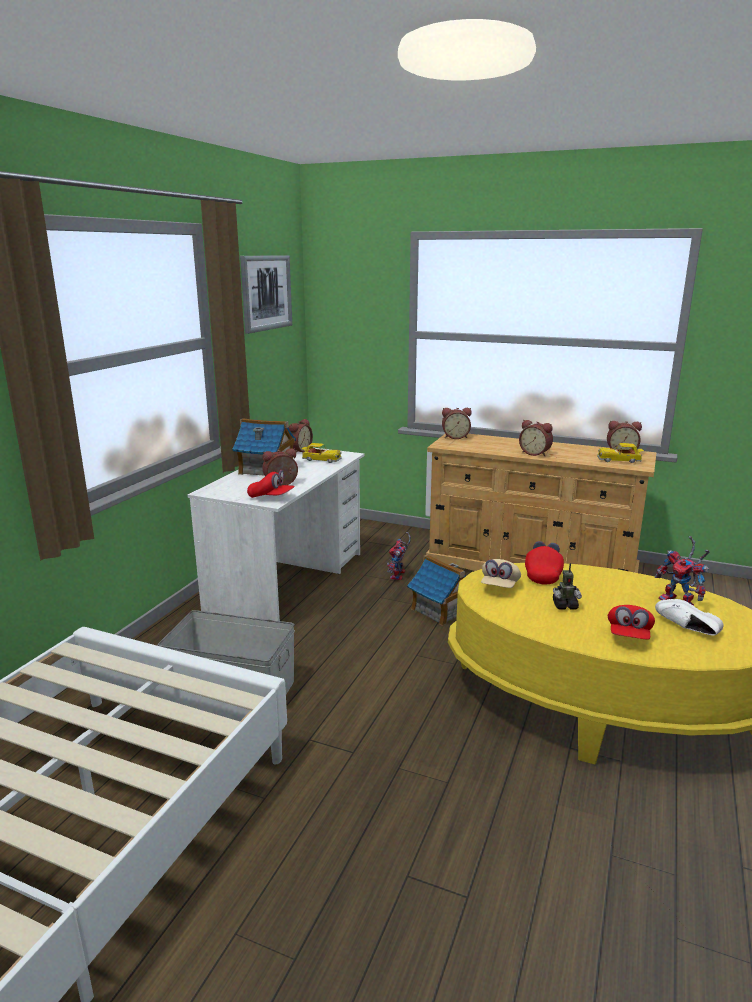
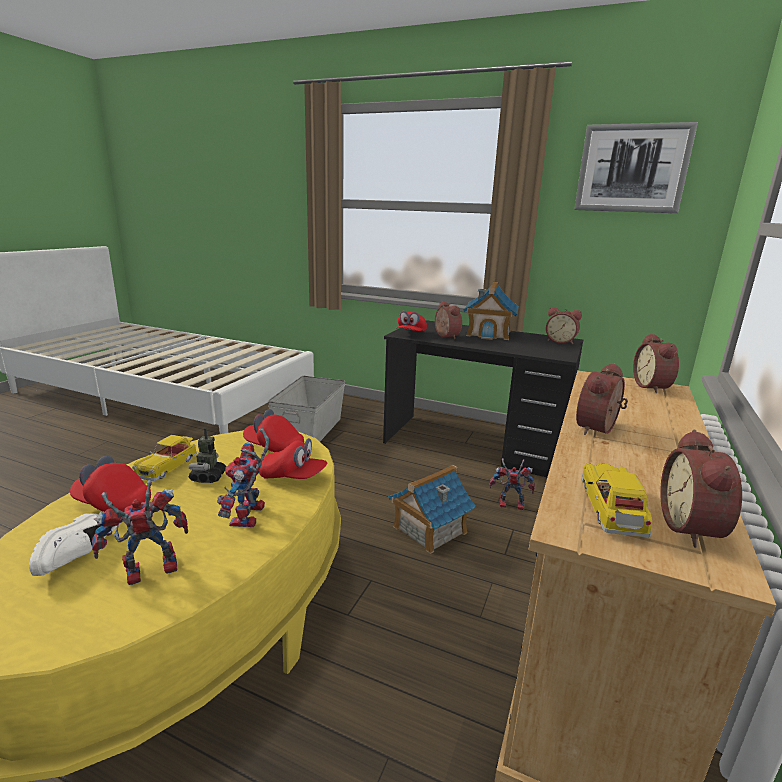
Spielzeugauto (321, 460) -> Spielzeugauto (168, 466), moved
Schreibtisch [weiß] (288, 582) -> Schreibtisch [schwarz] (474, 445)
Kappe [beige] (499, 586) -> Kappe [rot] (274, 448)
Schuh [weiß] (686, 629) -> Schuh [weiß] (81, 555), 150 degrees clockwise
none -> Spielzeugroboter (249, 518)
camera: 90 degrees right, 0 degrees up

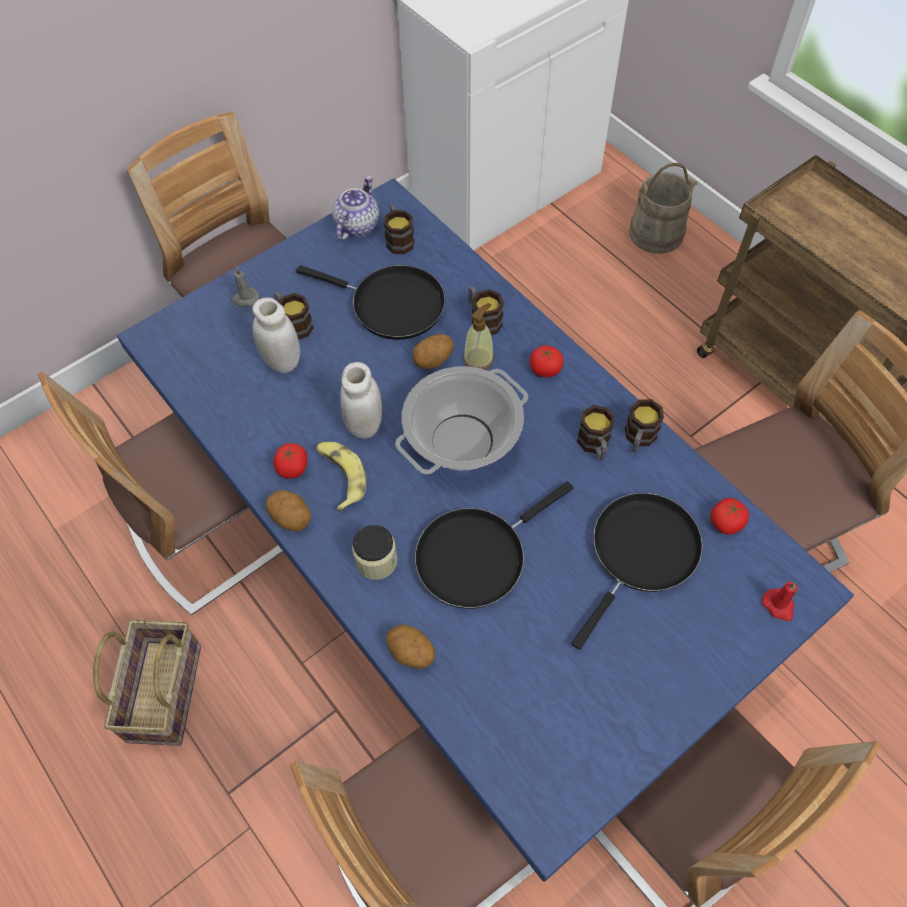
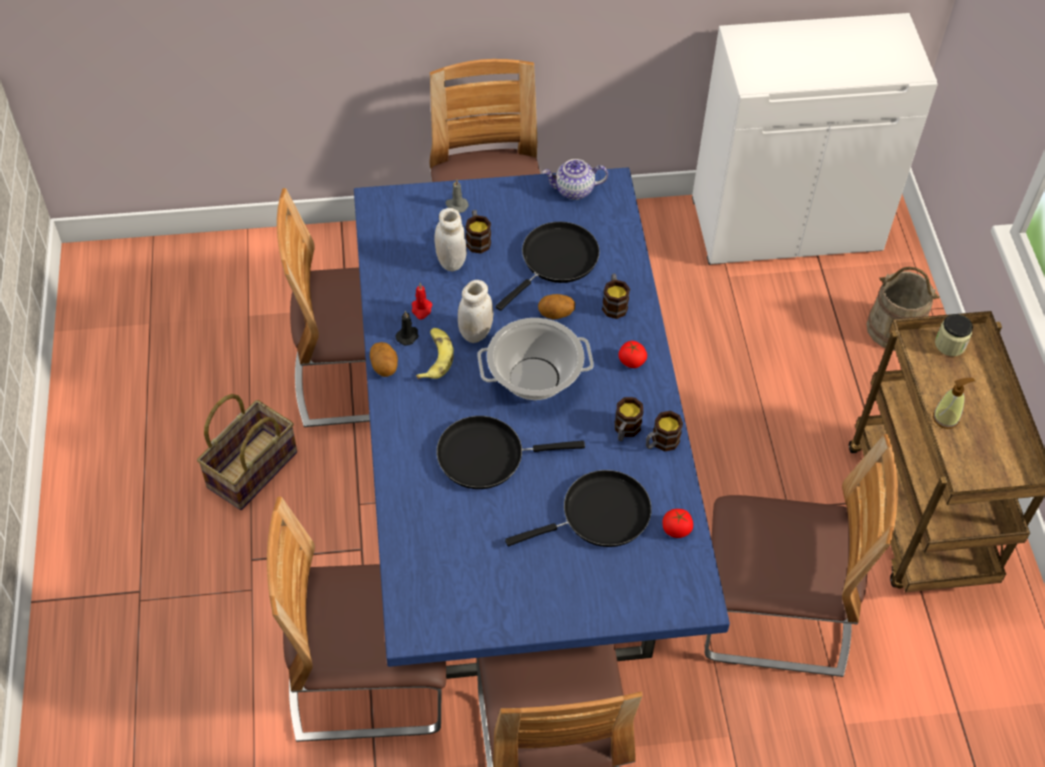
Teekanne (357, 225) -> Teekanne (574, 190), 150 degrees counterclockwise
Henkelbecher (398, 239) -> none
Pfanne [schwarz] (392, 305) -> Pfanne [schwarz] (556, 260), 105 degrees counterclockwise
Seifenspender (478, 359) -> Seifenspender (946, 418), moved
Tomate (293, 468) -> Kerze [schwarz] (408, 336)
Vorratsglas (376, 561) -> Vorratsglas (950, 344), moved
Kerze [rot] (779, 606) -> Kerze [rot] (421, 309), moved
Kartoffel (410, 653) -> none
camera: 30 degrees right, 5 degrees down

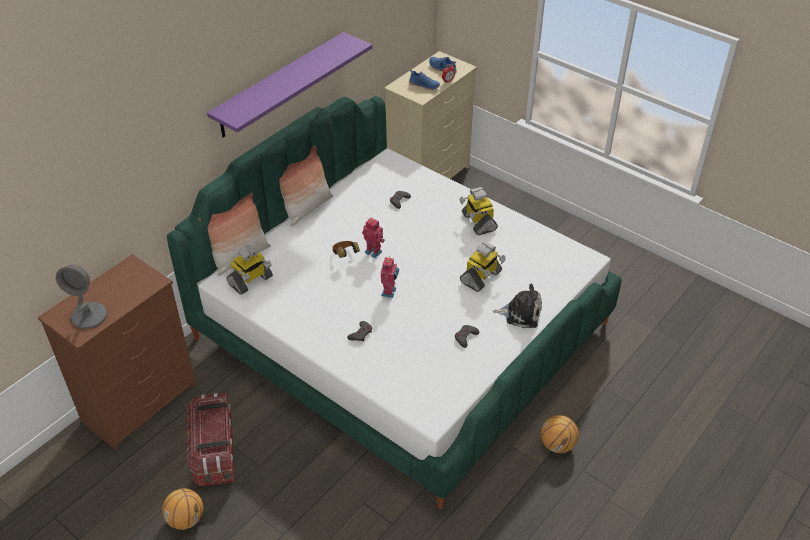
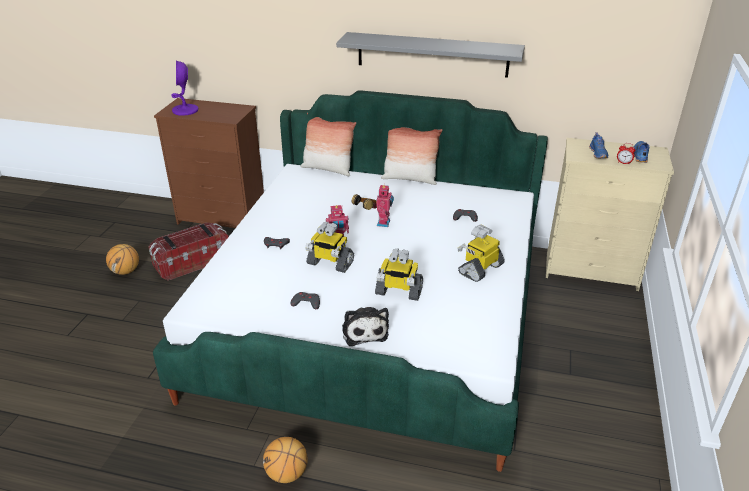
Wandregal [lila] (280, 85) -> Wandregal [grau] (432, 54)
Spielzeugroboter (250, 281) -> Spielzeugroboter (329, 263), moved
Tischlampe [grau] (89, 316) -> Tischlampe [lila] (185, 110)
camera: 65 degrees right, 10 degrees down

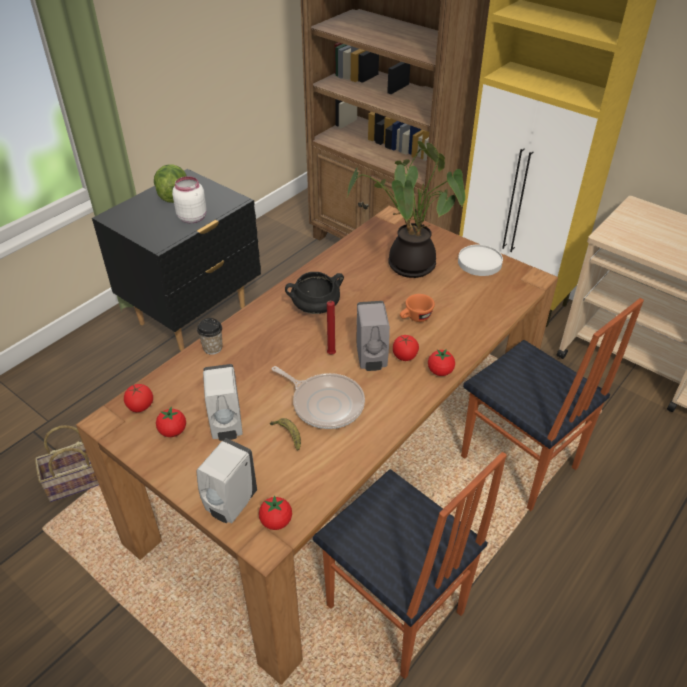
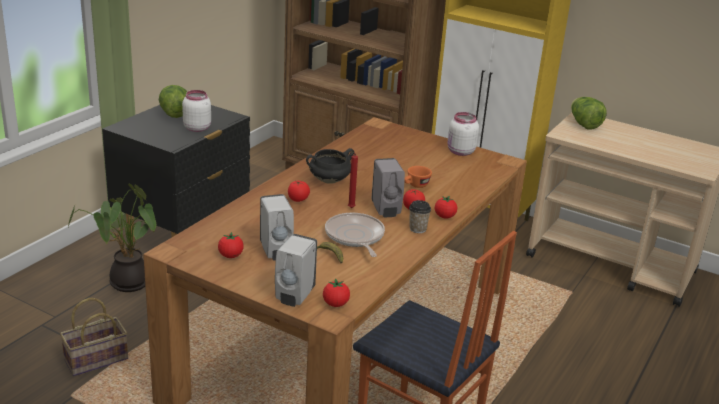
Topfpflanze (407, 266) -> Topfpflanze (126, 283), moved
Teller [weiß] (479, 262) -> Vorratsglas [weiß] (460, 152)
Stuhl (518, 464) -> none
Tasse (212, 348) -> Tasse (417, 229), moved
Pfanne (325, 403) -> Pfanne (355, 237), 135 degrees counterclockwise
Tomate (140, 406) -> Tomate (298, 199), moved
none -> Salatkopf (584, 124)
camera: 10 degrees left, 15 degrees down

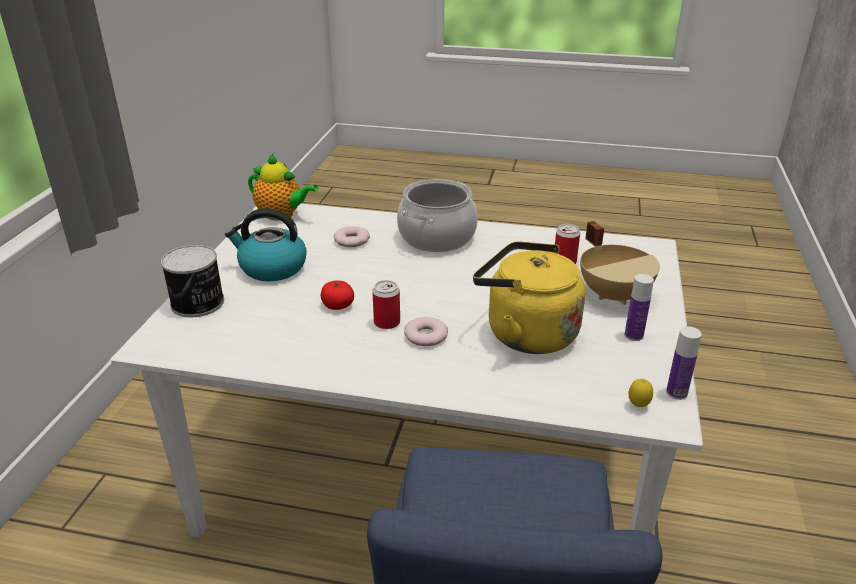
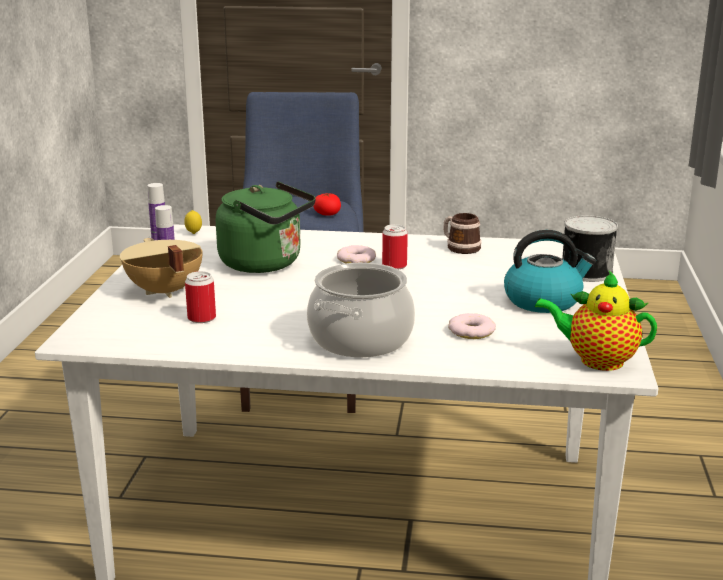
Wasserkessel [gelb] (526, 333) -> Wasserkessel [grün] (266, 264)
Tomate (337, 305) -> Tomate (327, 214), moved
none -> Henkelbecher (460, 247)
camera: 175 degrees right, 10 degrees down

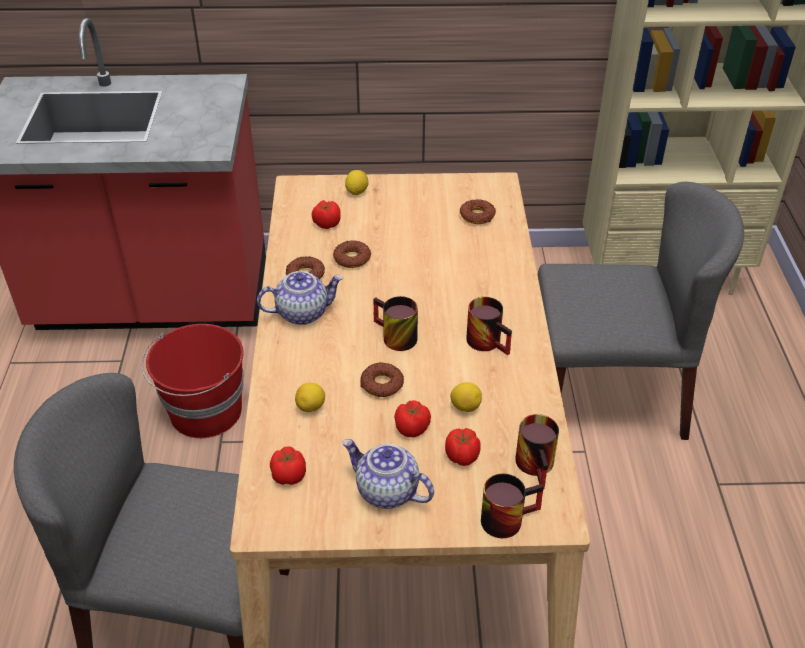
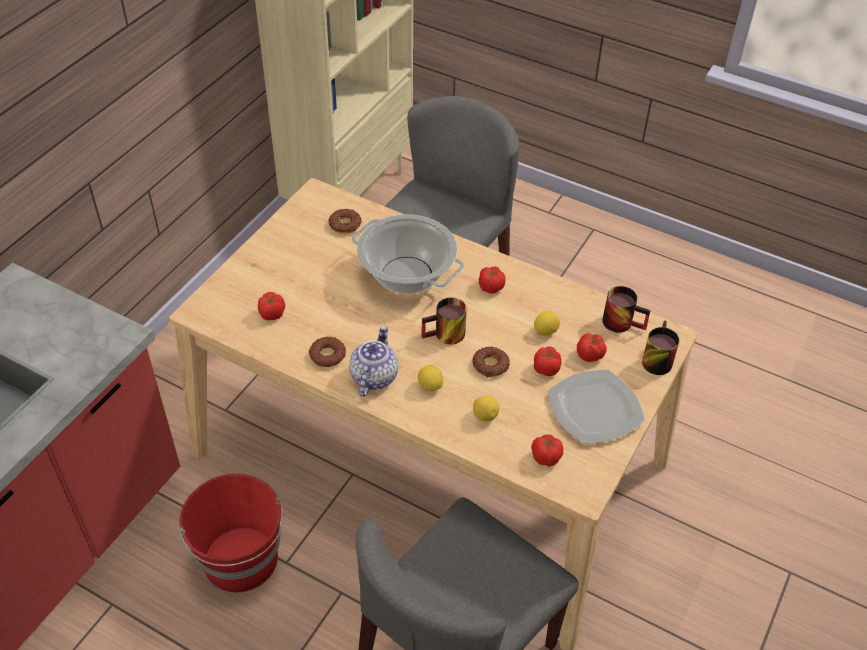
Zitrone (357, 192) -> Zitrone (430, 386), moved
Donut (352, 258) -> none
Henkelbecher (490, 341) -> Tomate (490, 287)
Teekanne (386, 491) -> Teller (596, 409)
none -> Kochtopf (407, 275)
camera: 60 degrees left, 5 degrees up

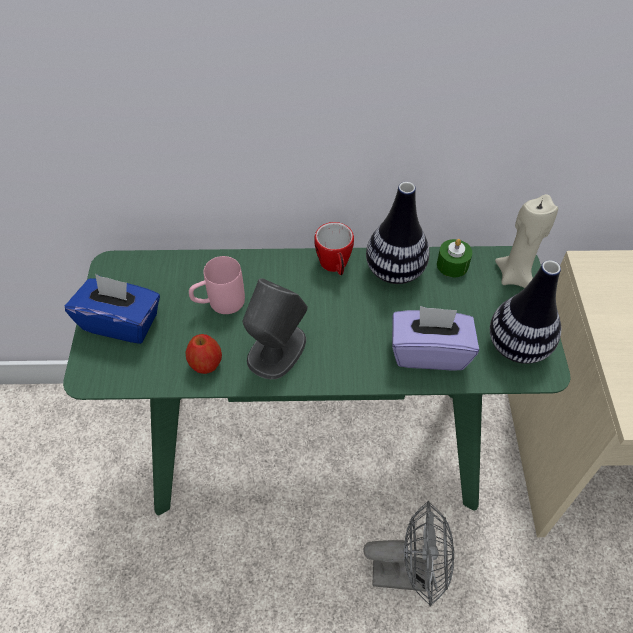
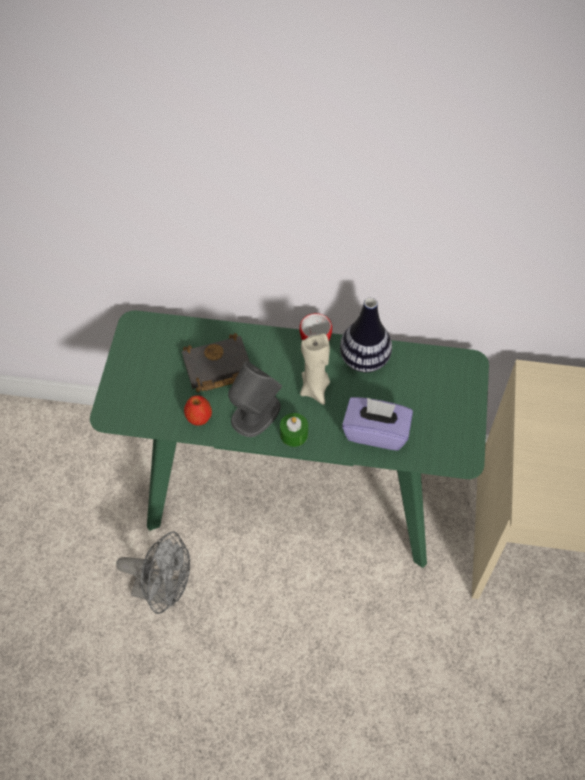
Kerze [beige] (515, 276) -> Kerze [beige] (315, 389), moved
Kerze [grün] (452, 265) -> Kerze [grün] (294, 434), moved
Henkelbecher [rosa] (219, 303) -> Buch [schwarz] (216, 368)
Vase (517, 346) -> none
Taschentuchbox [blau] (121, 322) -> none
Ventilator [grau] (408, 573) -> Ventilator [grau] (164, 590), moved
camera: 10 degrees right, 5 degrees up

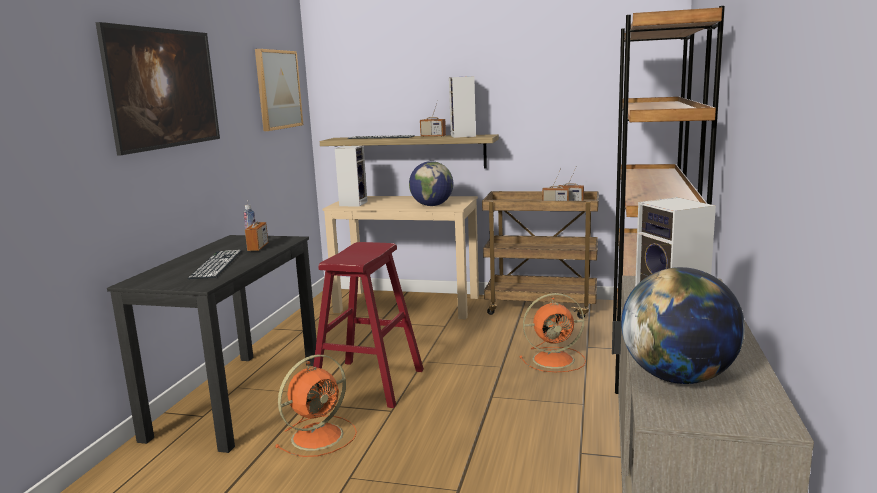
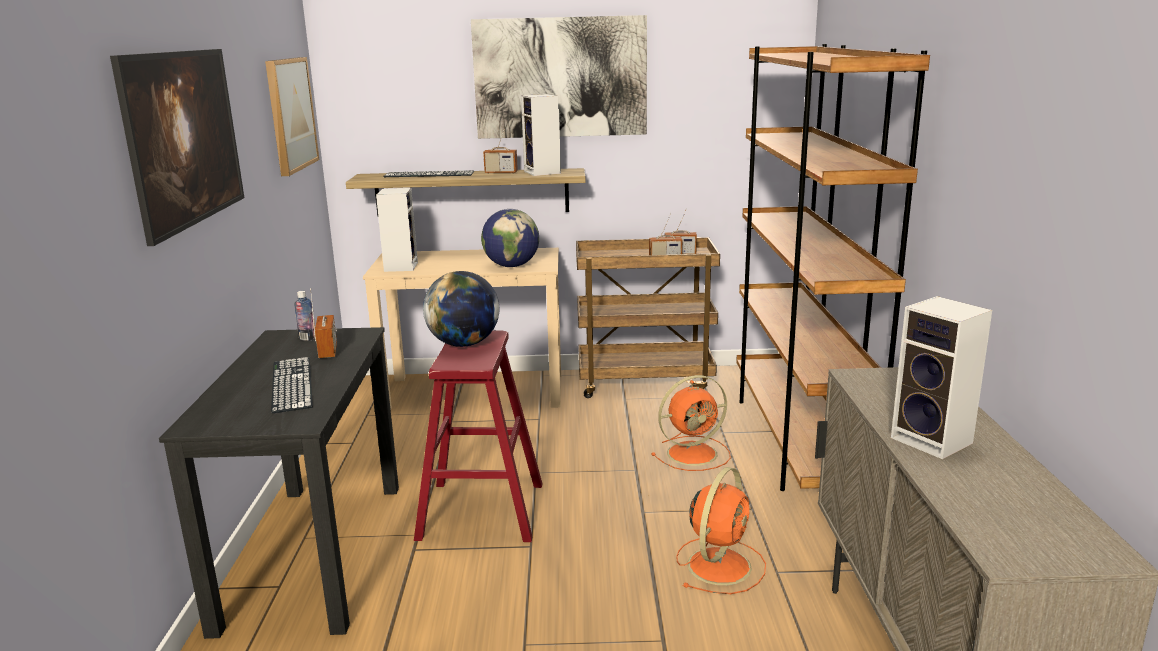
Globus (678, 377) -> Globus (464, 344), moved
Ventilator [orange] (319, 435) -> Ventilator [orange] (720, 564), moved
none -> Bild (560, 78)
camera: 15 degrees left, 5 degrees up

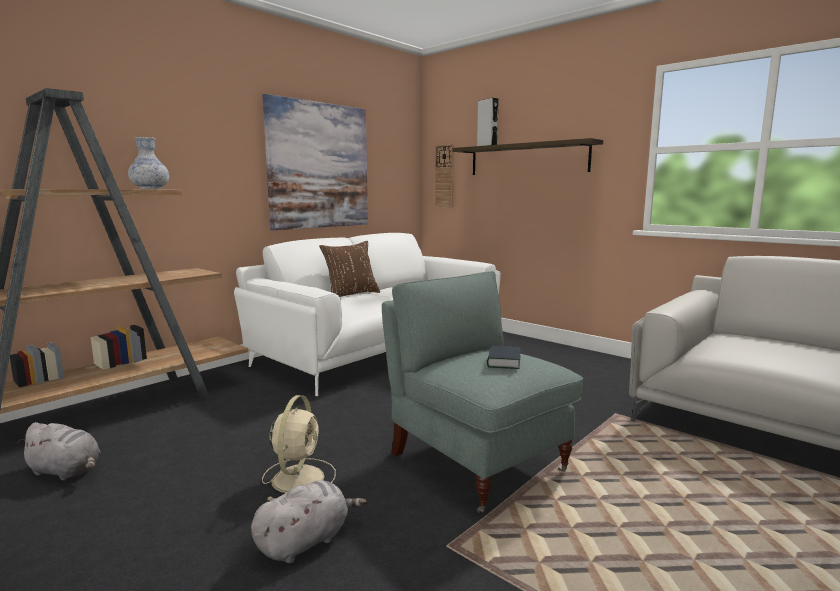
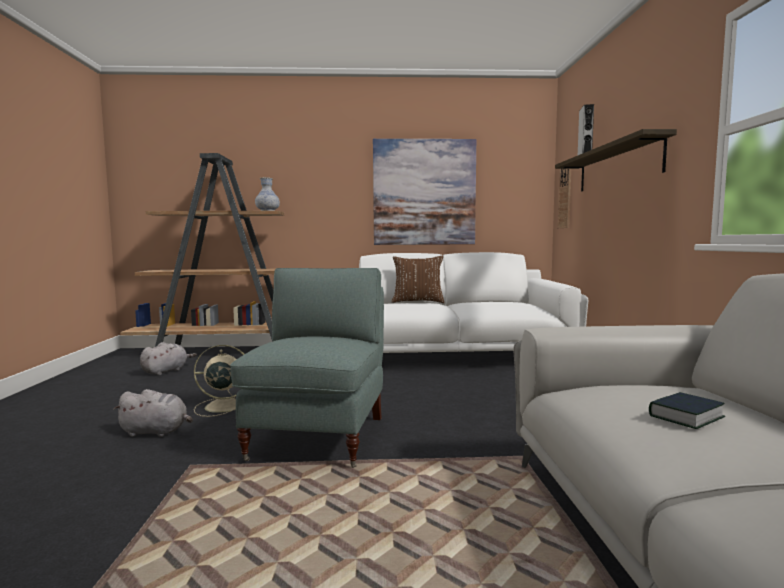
Buch (503, 362) -> Buch (685, 417), moved
Ventilator [beige] (299, 477) -> Ventilator [beige] (222, 406), 150 degrees counterclockwise
Plüschtier [grau] (66, 471) -> Plüschtier [grau] (166, 371), 120 degrees counterclockwise
camera: 45 degrees right, 5 degrees down

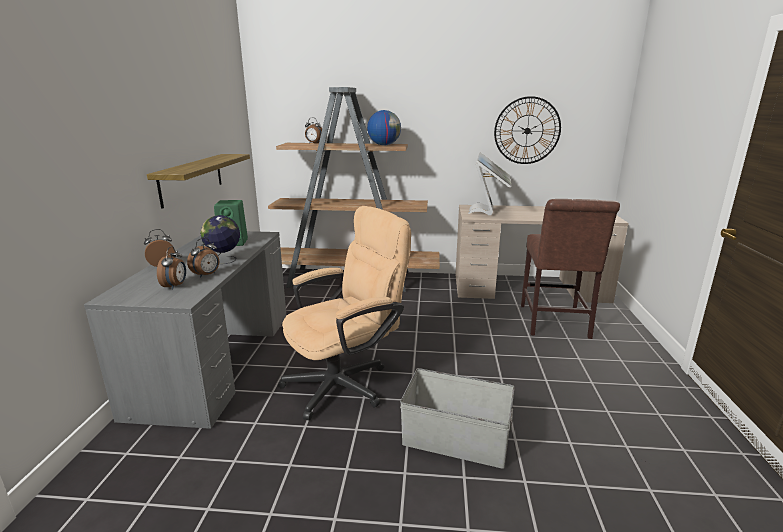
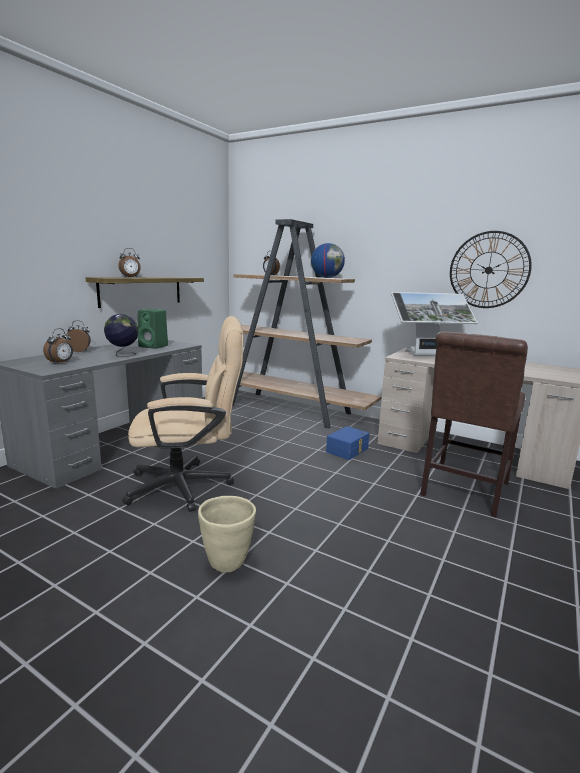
Monitor (489, 212) -> Monitor (426, 356), 45 degrees clockwise
Wecker (207, 275) -> Wecker (130, 277), moved
Aufbewahrungsbox [grau] (455, 439) -> Pflanzkübel [beige] (227, 562)
none -> Aufbewahrungsbox [blau] (348, 450)
camera: 25 degrees right, 5 degrees down

